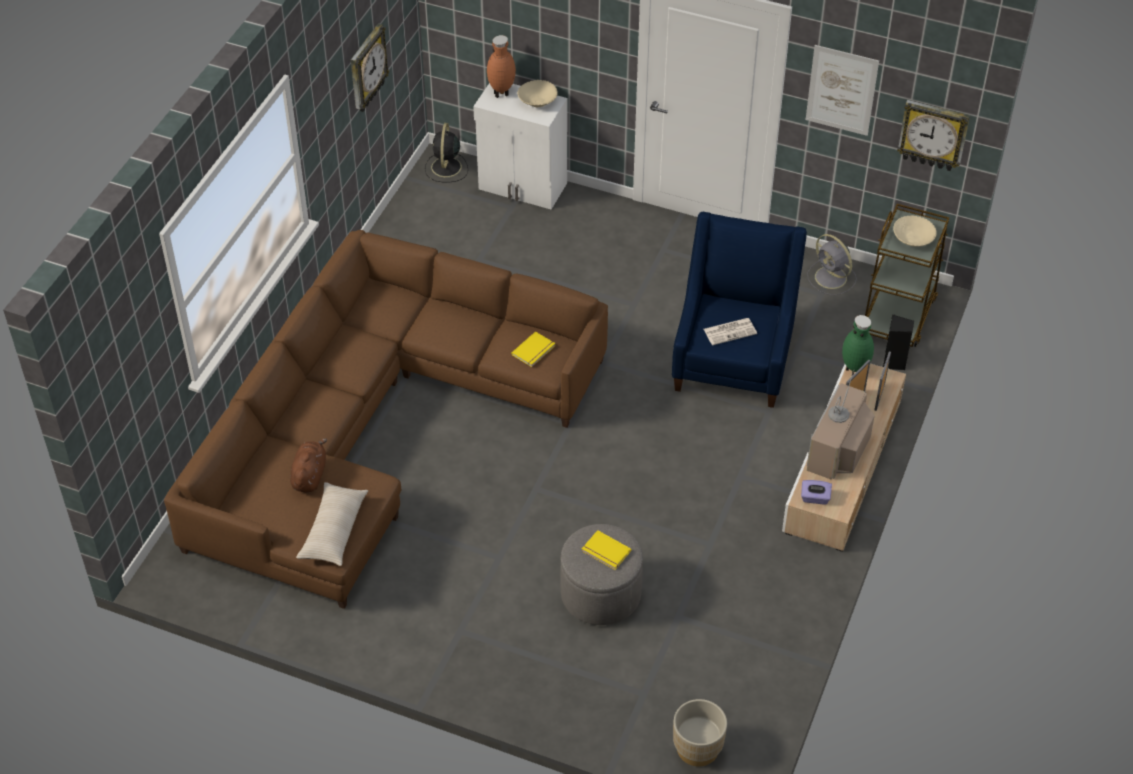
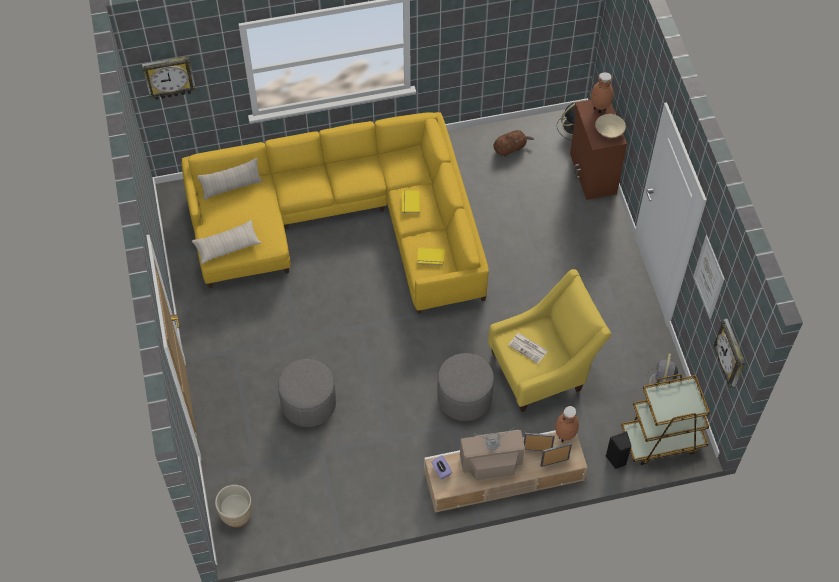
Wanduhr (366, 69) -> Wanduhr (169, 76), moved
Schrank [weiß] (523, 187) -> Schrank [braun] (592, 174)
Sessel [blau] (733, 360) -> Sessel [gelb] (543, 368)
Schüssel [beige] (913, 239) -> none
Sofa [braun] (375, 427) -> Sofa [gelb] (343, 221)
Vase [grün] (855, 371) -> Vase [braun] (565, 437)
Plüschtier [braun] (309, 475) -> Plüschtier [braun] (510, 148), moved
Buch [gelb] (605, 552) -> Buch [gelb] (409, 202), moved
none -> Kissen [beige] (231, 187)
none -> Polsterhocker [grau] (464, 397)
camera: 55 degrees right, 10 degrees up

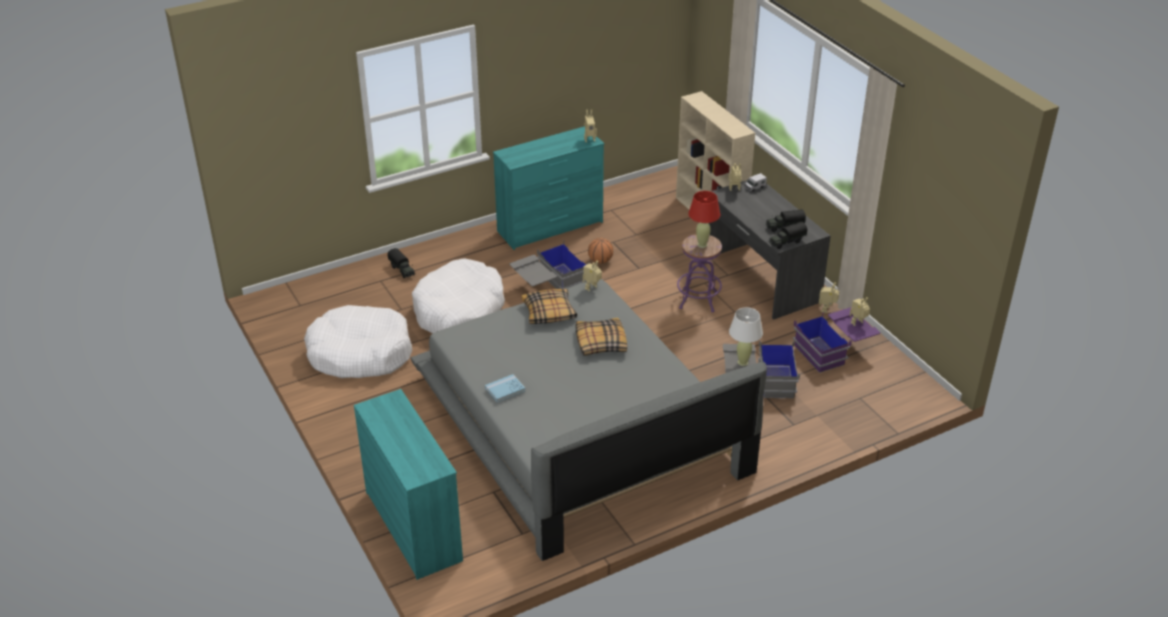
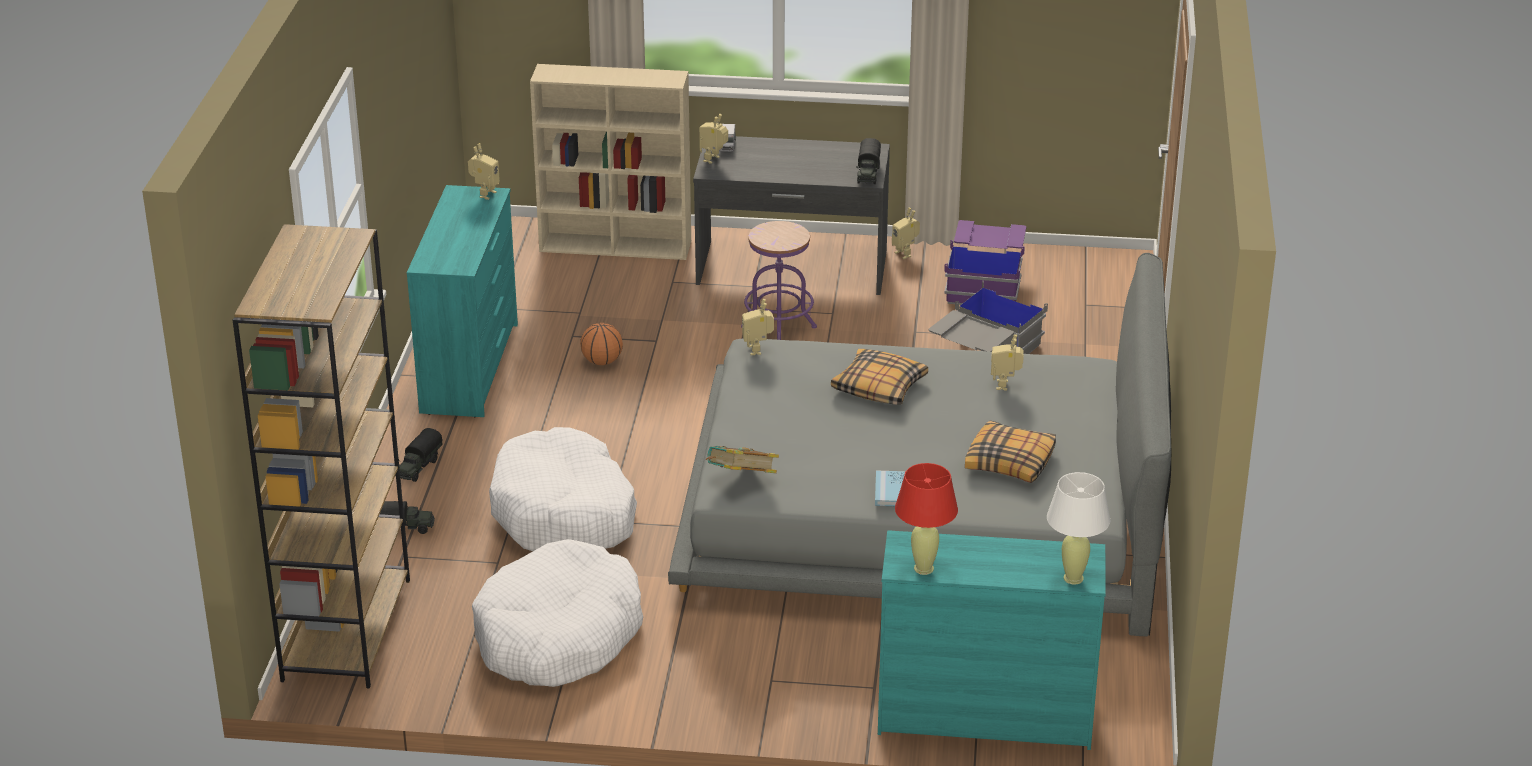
Tischlampe [rot] (702, 245) -> Tischlampe [rot] (924, 568), moved
Spielzeuglaster (784, 227) -> Spielzeuglaster (418, 467), moved
Aufbewahrungsbox [grau] (549, 286) -> none
Kissen (549, 312) -> Kissen (1010, 462), moved
Spielzeugroboter (858, 323) -> Spielzeugroboter (1005, 385), moved
Tischlampe [weiß] (742, 362) -> Tischlampe [weiß] (1073, 578), moved
none -> Bücherregal [braun] (346, 629)
none -> Buch (741, 479)
camera: 55 degrees left, 5 degrees down

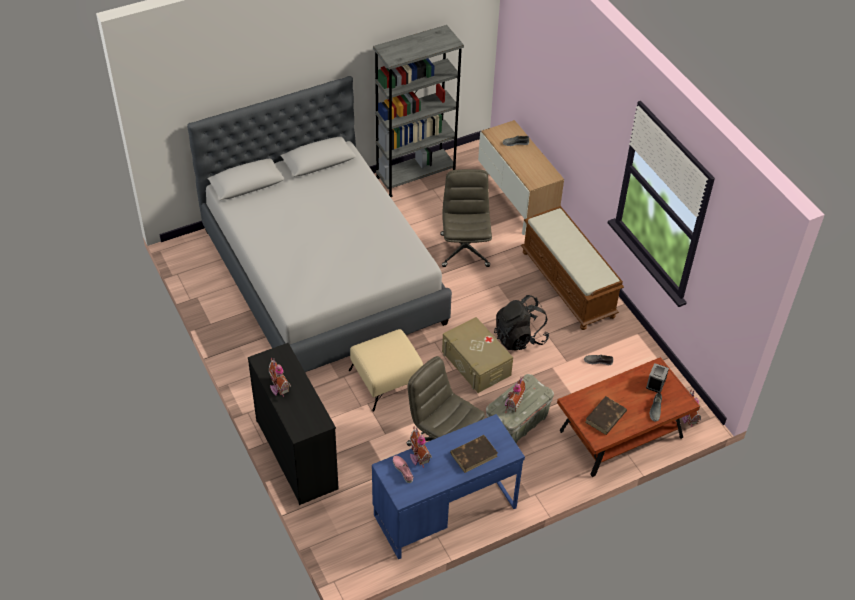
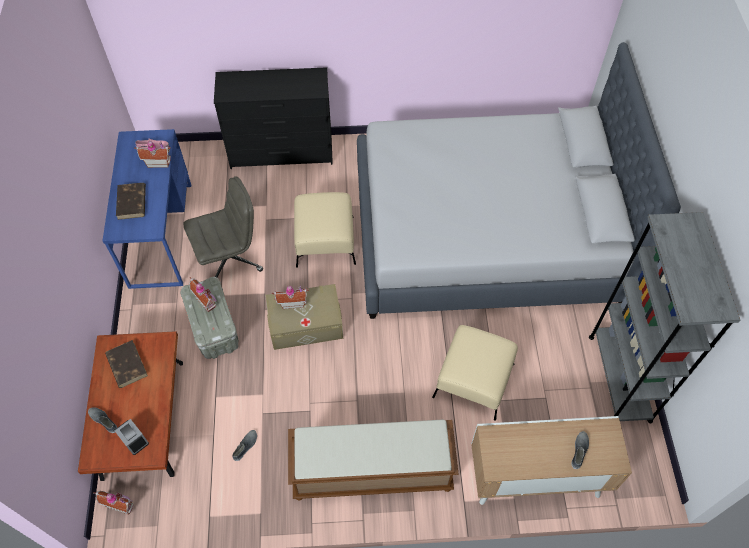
Bürostuhl [grau] (464, 249) -> Polsterhocker [beige] (473, 380)
Rucksack [schwarz] (519, 337) -> none
Spielzeughaus (278, 387) -> Spielzeughaus (292, 302), moved
camera: 115 degrees right, 10 degrees up

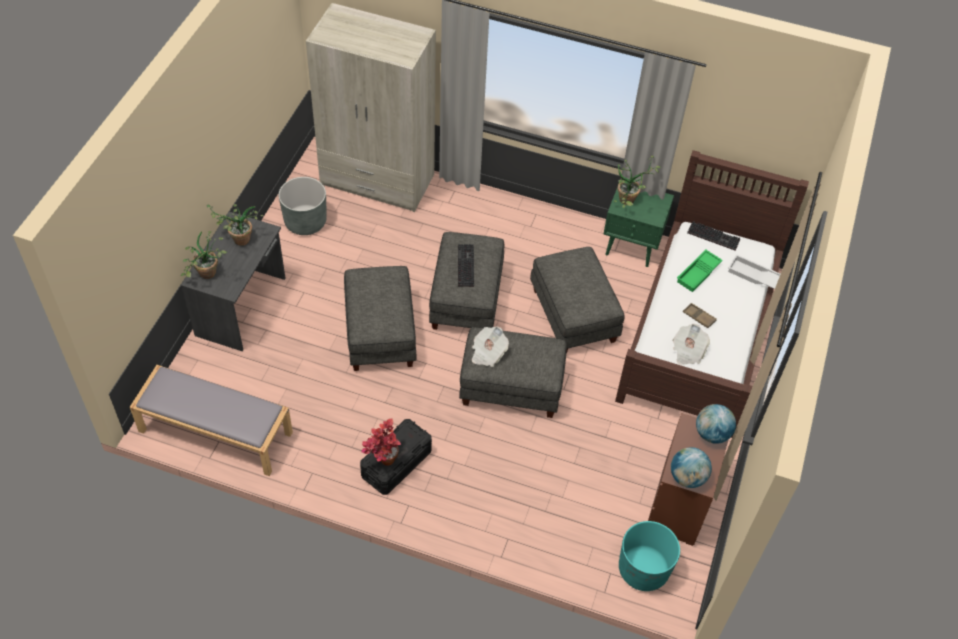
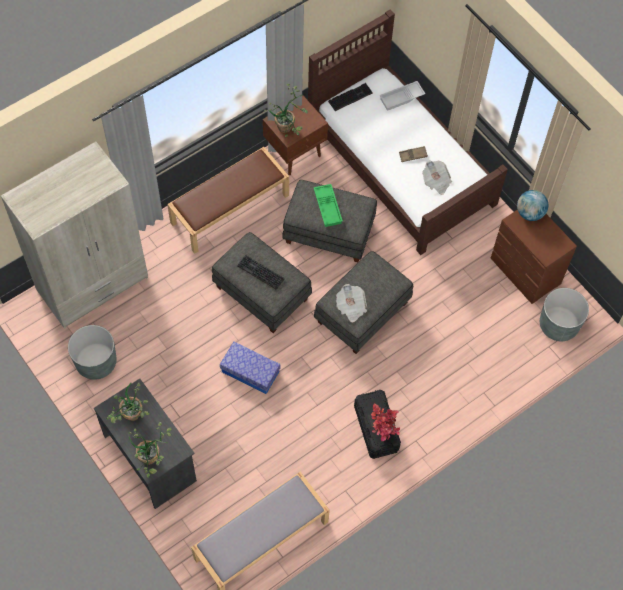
Nachttisch [grün] (632, 247) -> Nachttisch [braun] (295, 153)
Tablett [grün] (699, 274) -> Tablett [grün] (328, 207), moved
Polsterhocker [grau] (379, 333) -> Aufbewahrungsbox (250, 372)
Globus (687, 477) -> none
Pflanzkübel [türkis] (643, 569) -> Pflanzkübel [grau] (558, 325)
none -> Bank [braun] (230, 208)
camera: 55 degrees left, 10 degrees up

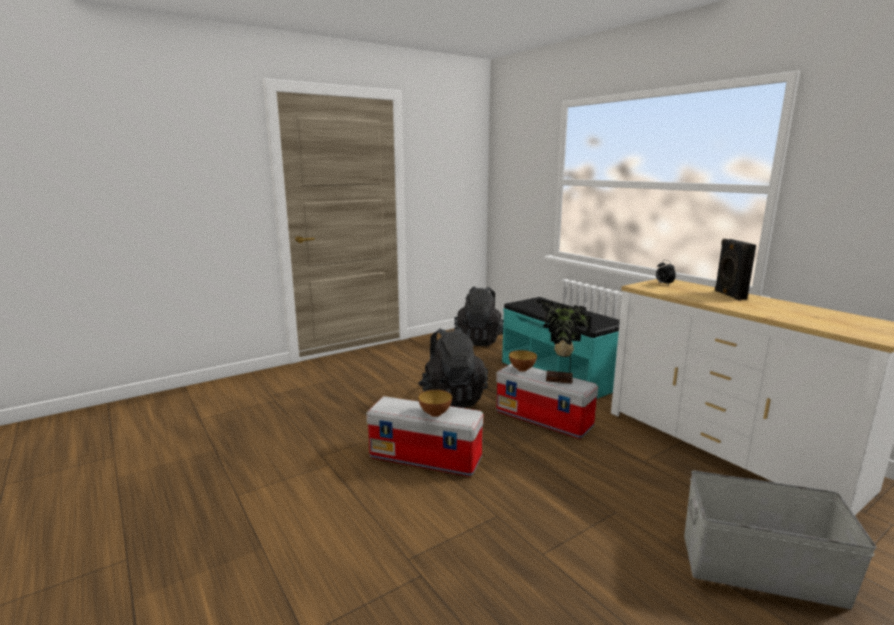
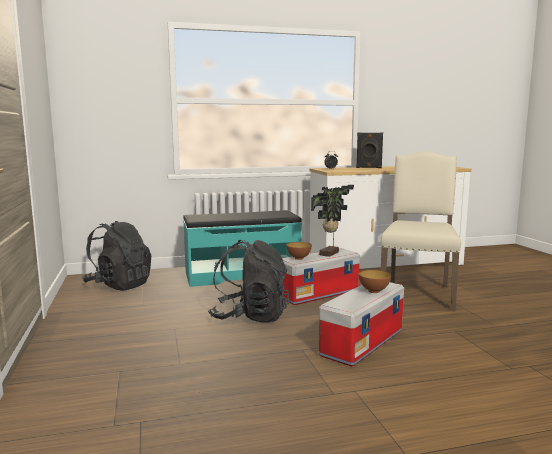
Aufbewahrungsbox [grau] (761, 569) -> none
none -> Stuhl [beige] (417, 294)
camera: 70 degrees left, 5 degrees down

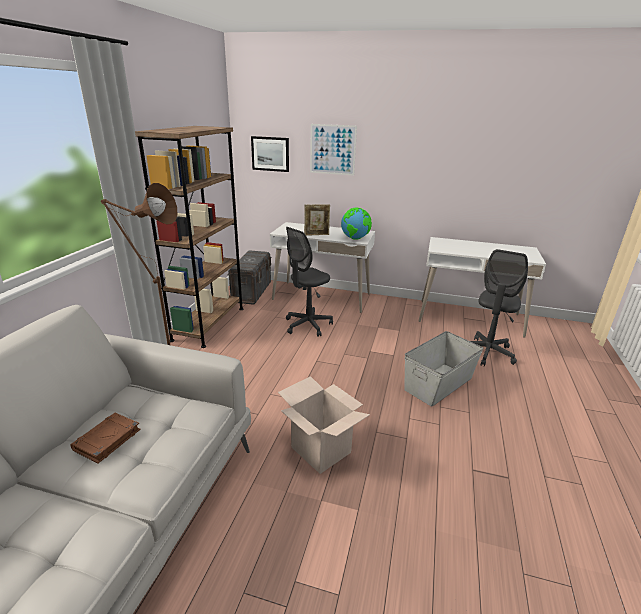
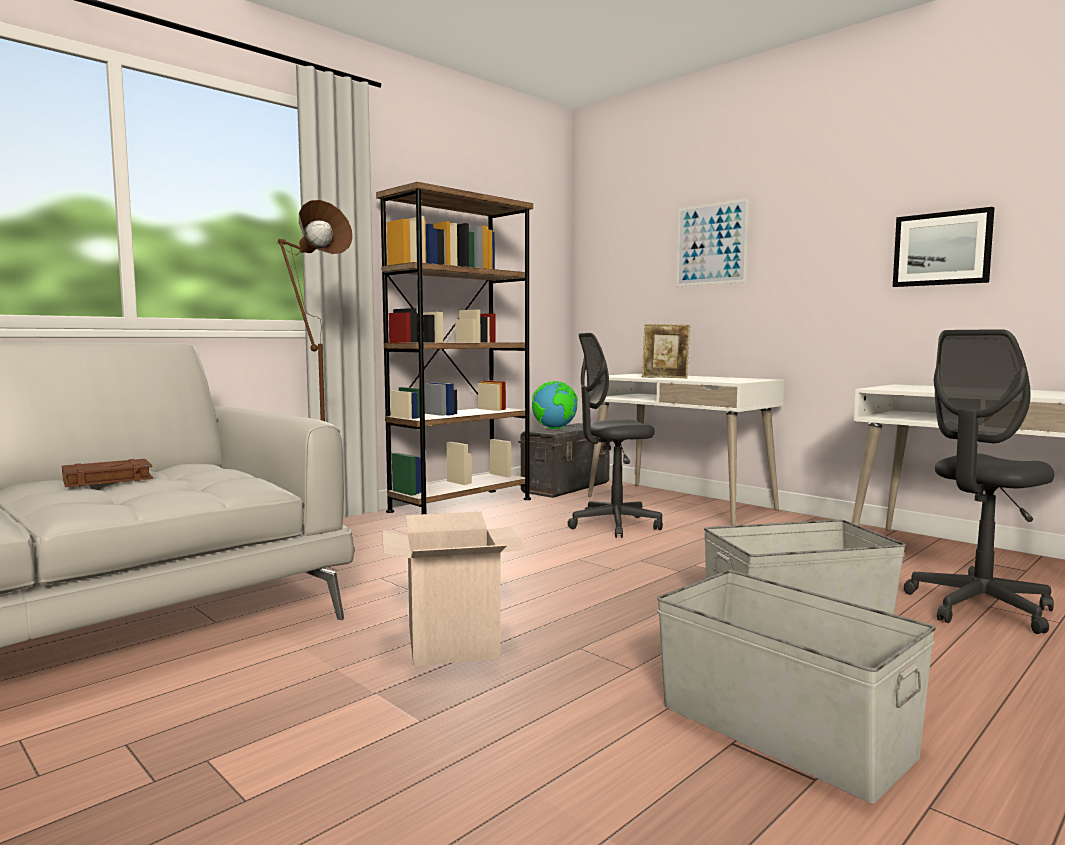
Bild (270, 154) -> Bild (942, 249), moved
Globus (355, 238) -> Globus (555, 429), moved
none -> Aufbewahrungsbox [grau] (784, 731)
camera: 30 degrees right, 20 degrees down

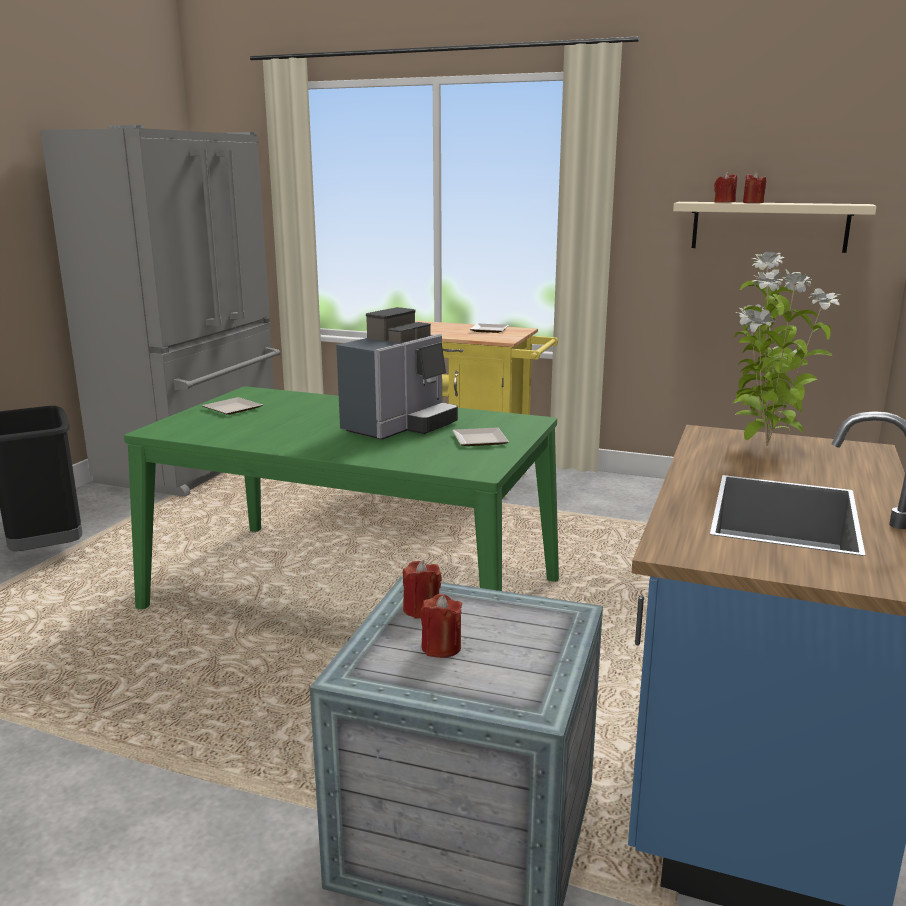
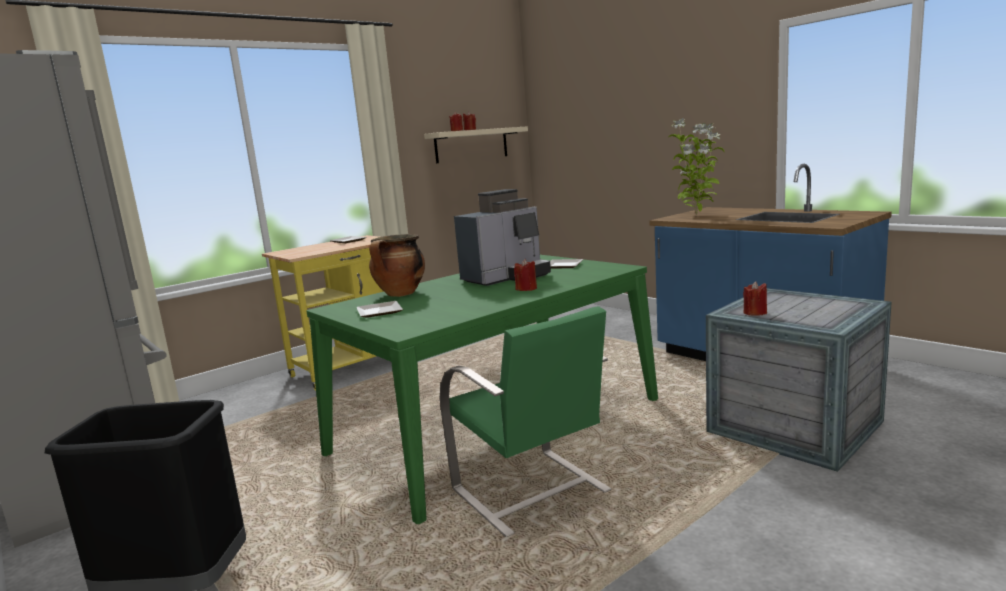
Kaffeemaschine (400, 426) -> Kaffeemaschine (506, 277), 75 degrees clockwise
Kerze [rot] (441, 647) -> Kerze [rot] (526, 289), moved
none -> Kochtopf (400, 294)
none -> Stuhl [grün] (531, 492)
camera: 60 degrees left, 5 degrees down

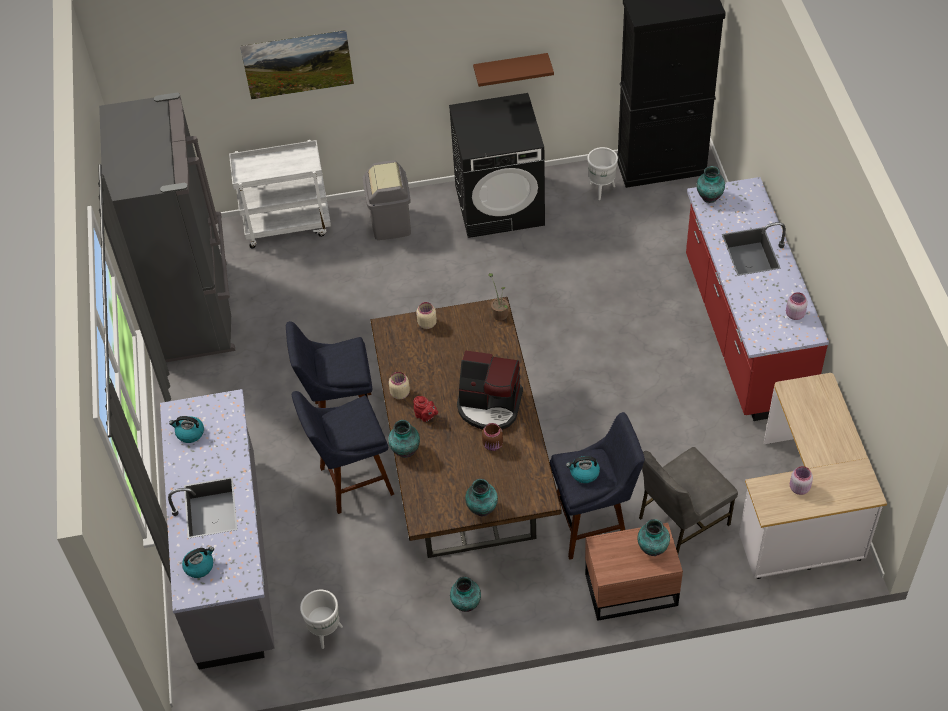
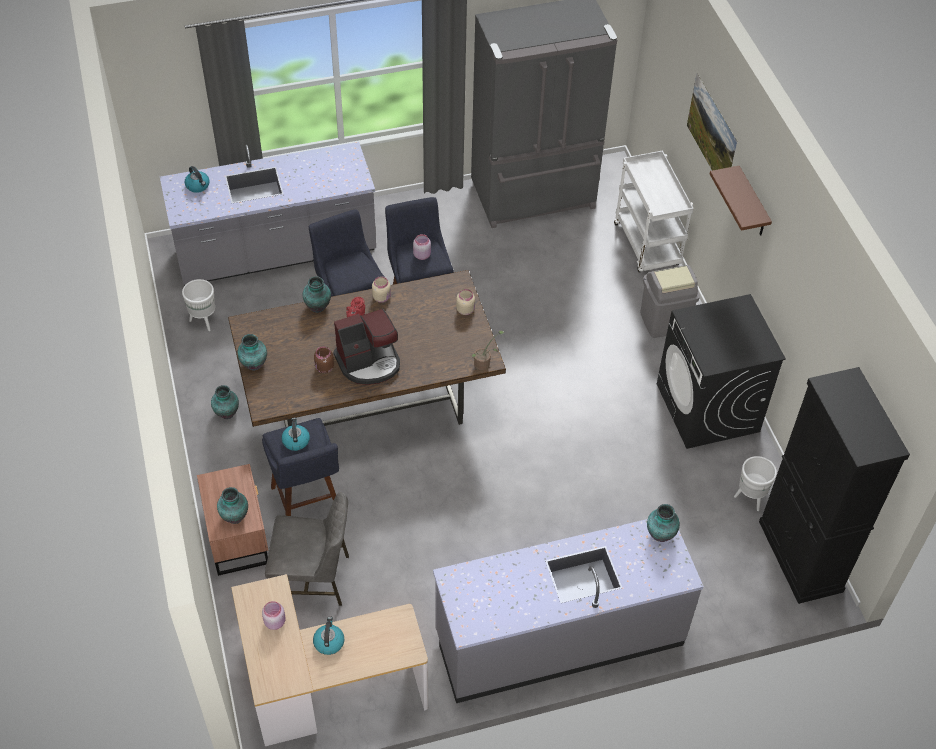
Wandregal [braun] (510, 69) -> Wandregal [braun] (752, 204), moved
Küchenzeile [rot] (743, 333) -> Küchenzeile [grau] (558, 638)
Vorratsglas [rosa] (794, 314) -> Vorratsglas [rosa] (422, 255), moved
Kaffeemaschine (489, 406) -> Kaffeemaschine (369, 362), 120 degrees counterclockwise
Wasserkessel (189, 433) -> Wasserkessel (329, 642), moved
Stuhl [grau] (681, 521) -> Stuhl [grau] (313, 578), 135 degrees clockwise
camera: 80 degrees right, 0 degrees up

